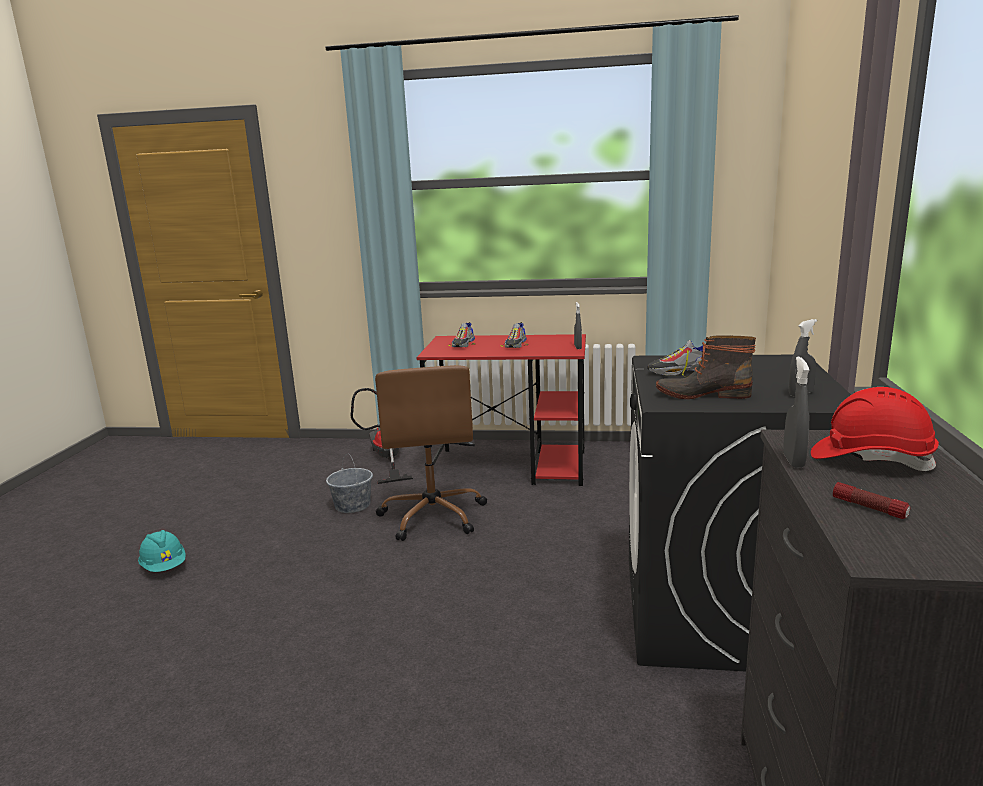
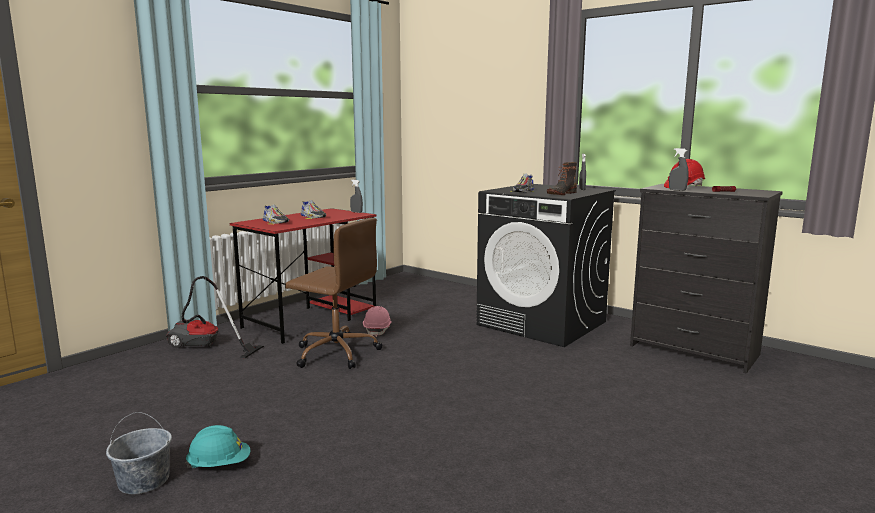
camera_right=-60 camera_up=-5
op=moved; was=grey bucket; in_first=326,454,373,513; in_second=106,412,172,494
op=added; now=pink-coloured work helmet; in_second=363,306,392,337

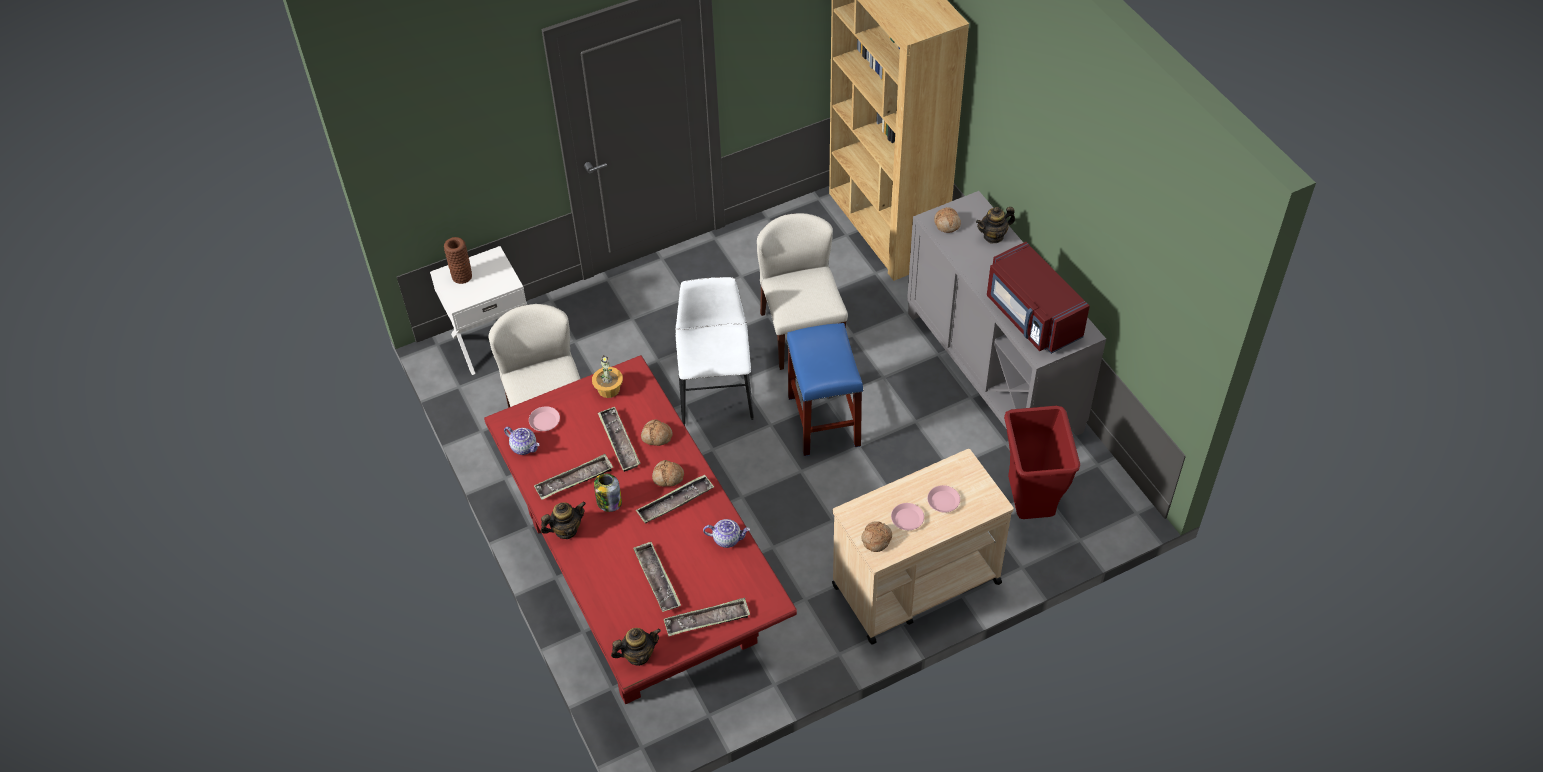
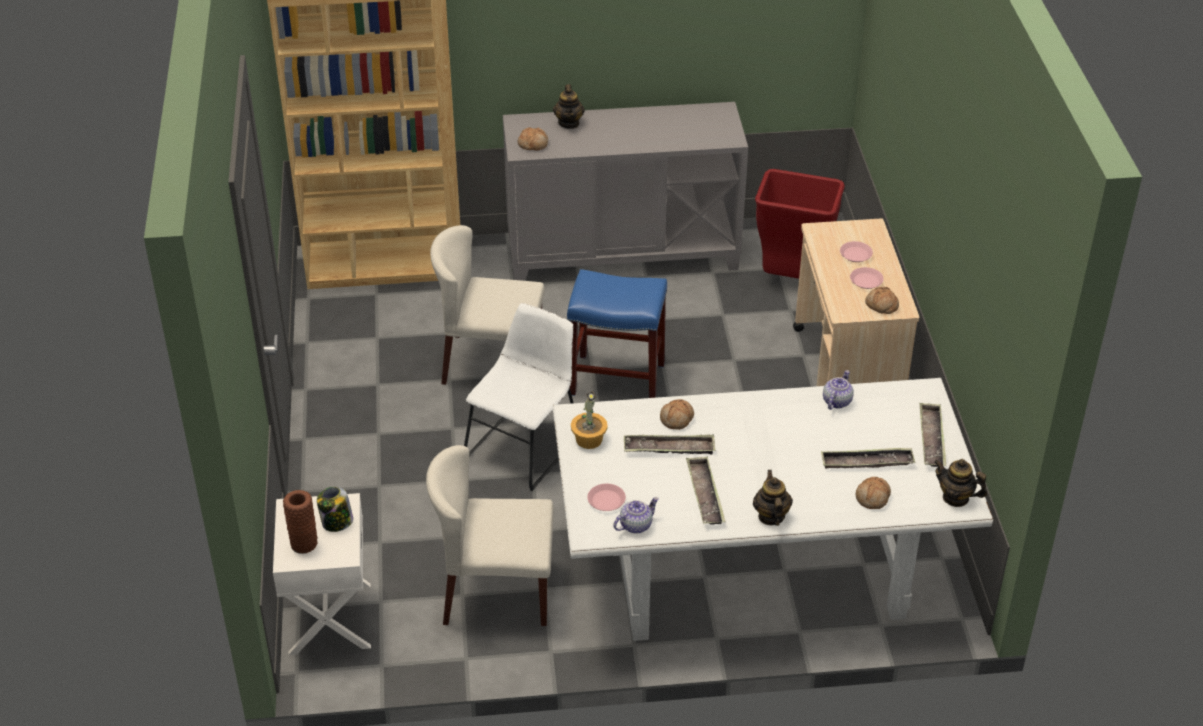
camera_right=-70 camera_up=-10
op=recoloured; was=red-coloured kitchen table; now=white kitchen table; in_first=484,355,797,704; in_second=553,378,993,641
op=moved; was=jar; in_first=594,474,622,512; in_second=317,487,353,532
op=turned; was=pot for tea; in_first=611,628,661,666; in_second=934,459,987,507; clockwise=-60
op=removed; was=tray; in_first=636,474,714,523
op=moved; was=bakery bread; in_first=652,460,684,487; in_second=856,477,891,509
op=turned; was=white chair; in_first=675,277,754,426; in_second=464,303,574,491; clockwise=105
op=removed; was=red-coloured microwave oven; in_first=987,242,1090,354

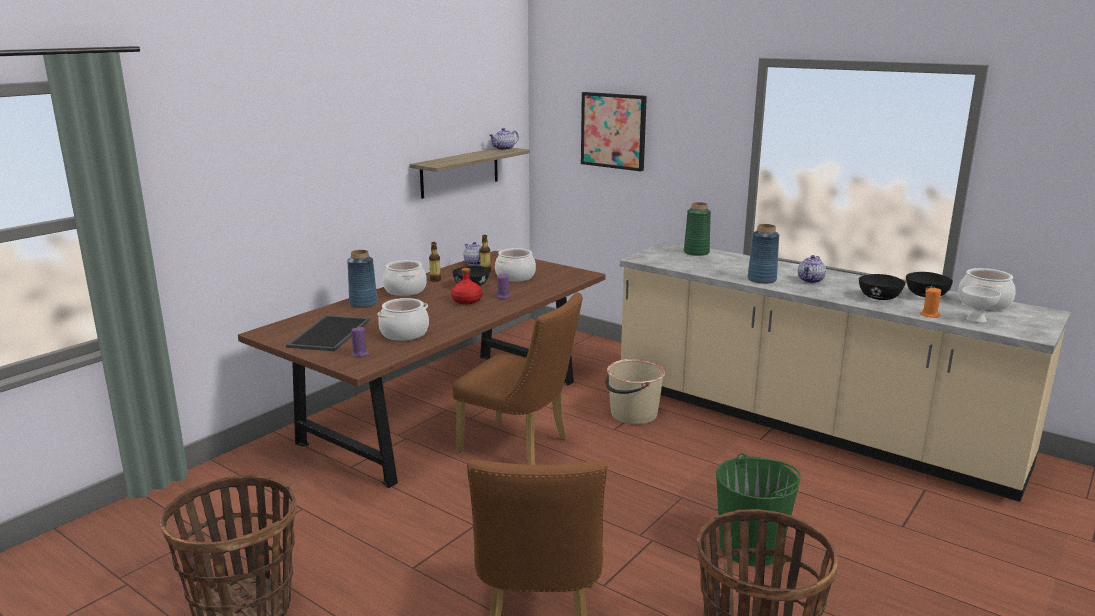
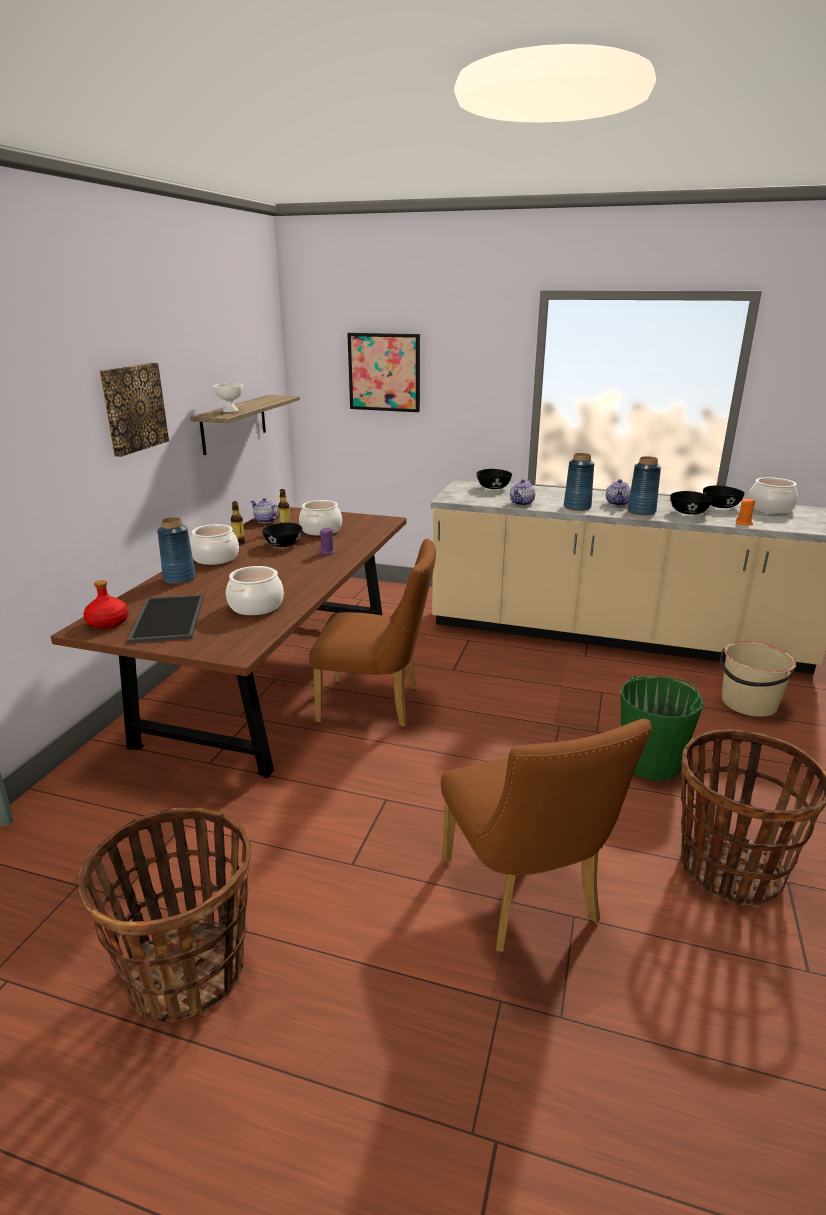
camera_right=-20 camera_up=5
op=removed; was=purple-coloured wax light; in_first=351,327,369,357
op=moved; was=red-coloured drink bottle; in_first=451,268,482,304; in_second=84,580,129,629
op=moved; was=pot for tea; in_first=489,128,519,150; in_second=510,479,535,506
op=moved; was=sand-coloured bucket; in_first=605,359,665,425; in_second=720,641,797,717
op=replaced; was=green decorative vase; now=black bowl; in_first=684,202,711,256; in_second=476,469,512,489
op=moved; was=white bowl; in_first=962,286,1001,323; in_second=213,383,243,412
op=added; now=wall art; in_second=99,363,169,457
op=added; now=bluish decorative vase; in_second=627,456,661,515

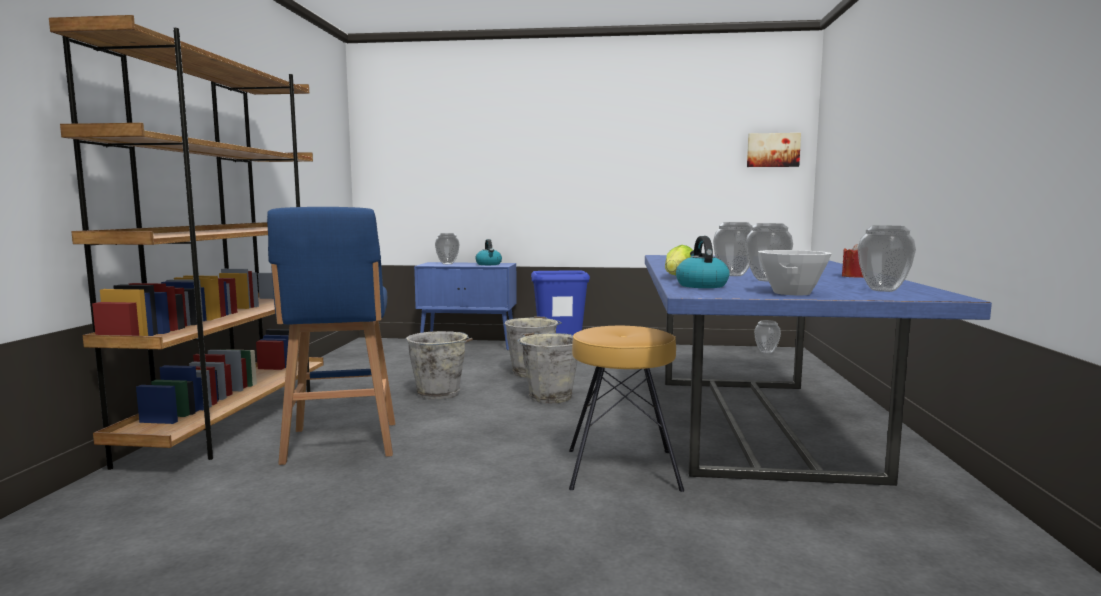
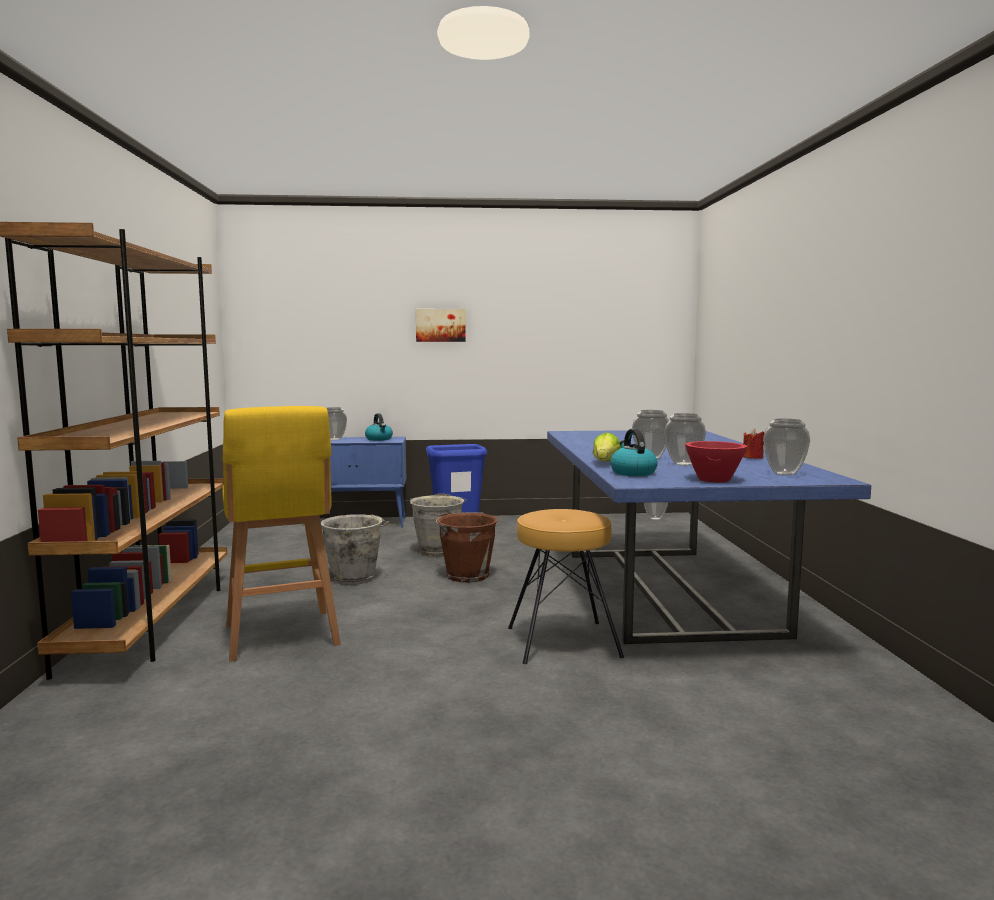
camera_right=-10 camera_up=0
op=recoloured; was=bluish stool seat; now=yellow-coloured stool seat; in_first=267,207,395,465; in_second=222,406,341,662
op=recoloured; was=grey bucket; now=brown bucket; in_first=518,332,578,404; in_second=436,512,498,583
op=moved; was=wall art; in_first=747,133,801,167; in_second=416,309,466,342
op=recoloured; was=white bowl; now=red-coloured bowl; in_first=758,250,832,295; in_second=685,441,747,483

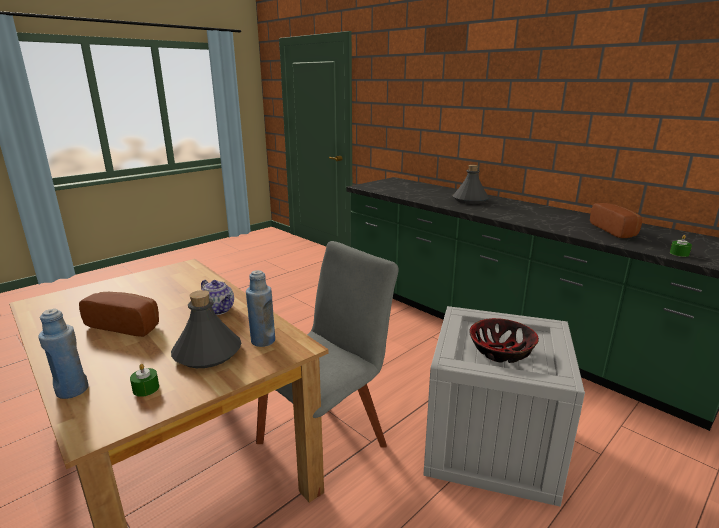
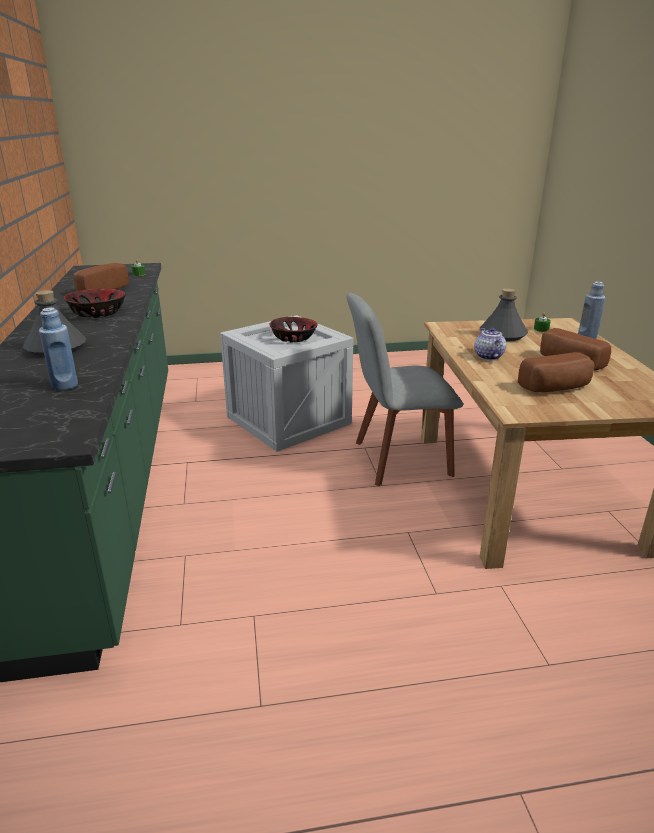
camera_right=-145 camera_up=5
op=moved; was=bluish drink bottle; in_first=246,270,275,347; in_second=39,307,78,390
op=added; now=bowl; in_second=64,289,126,318
op=added; now=bakery bread; in_second=518,352,595,392

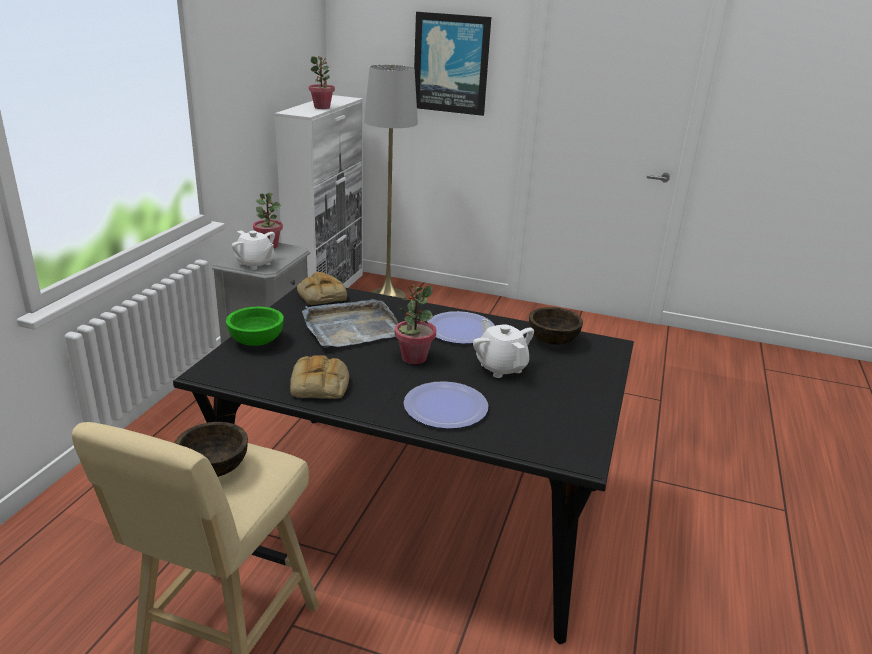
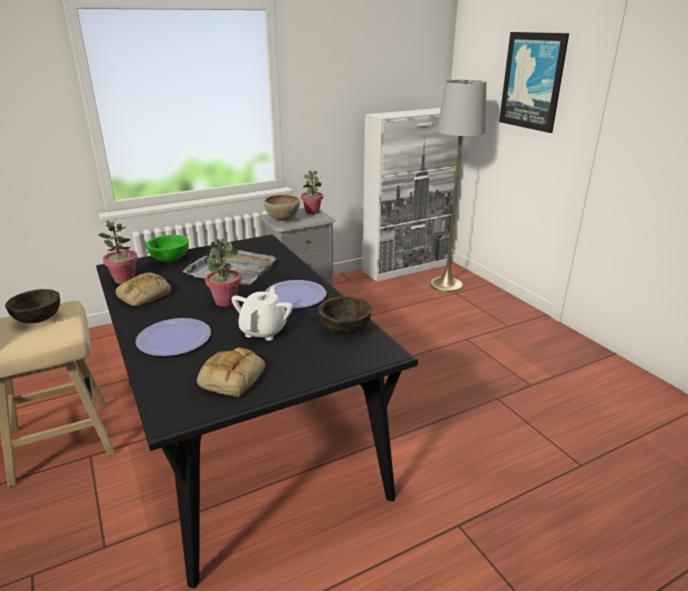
camera_right=45 camera_up=0
op=replaced; was=white pot for tea; now=brown bowl; in_first=232,230,275,270; in_second=264,195,300,221
op=moved; was=bakery bread; in_first=297,272,347,305; in_second=197,348,266,397
op=moved; was=houseplant; in_first=309,56,335,109; in_second=98,221,138,284

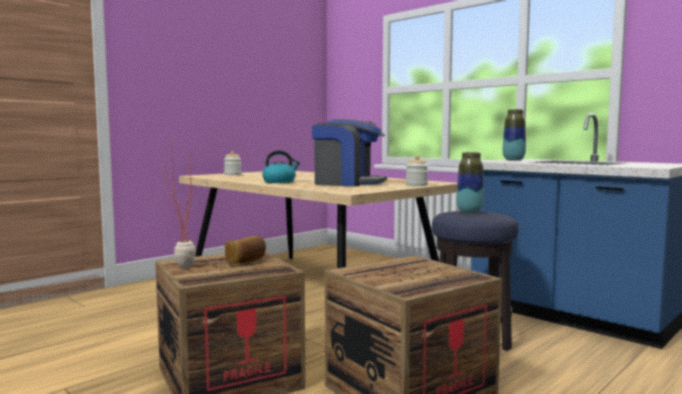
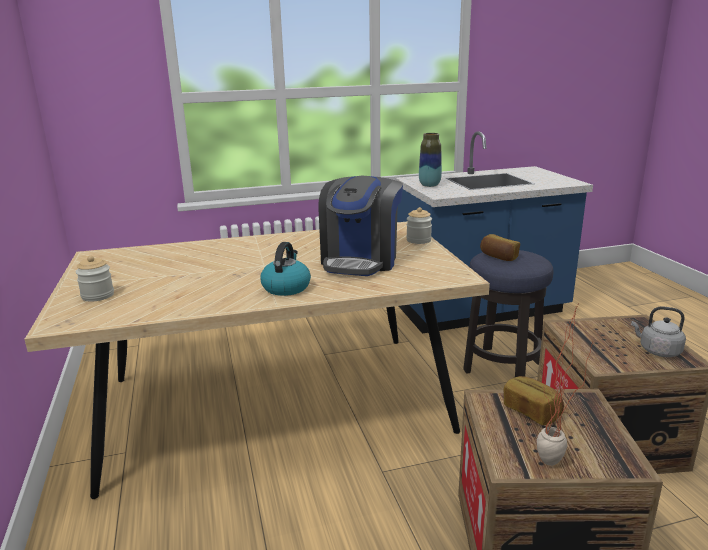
camera_right=-60 camera_up=15
op=turned; was=coffee brewer; in_first=312,119,387,187; in_second=319,176,403,276; clockwise=150
op=replaced; was=decorative vase; now=bakery bread; in_first=457,152,484,213; in_second=480,234,520,261
op=added; now=grey water kettle; in_second=631,306,686,357

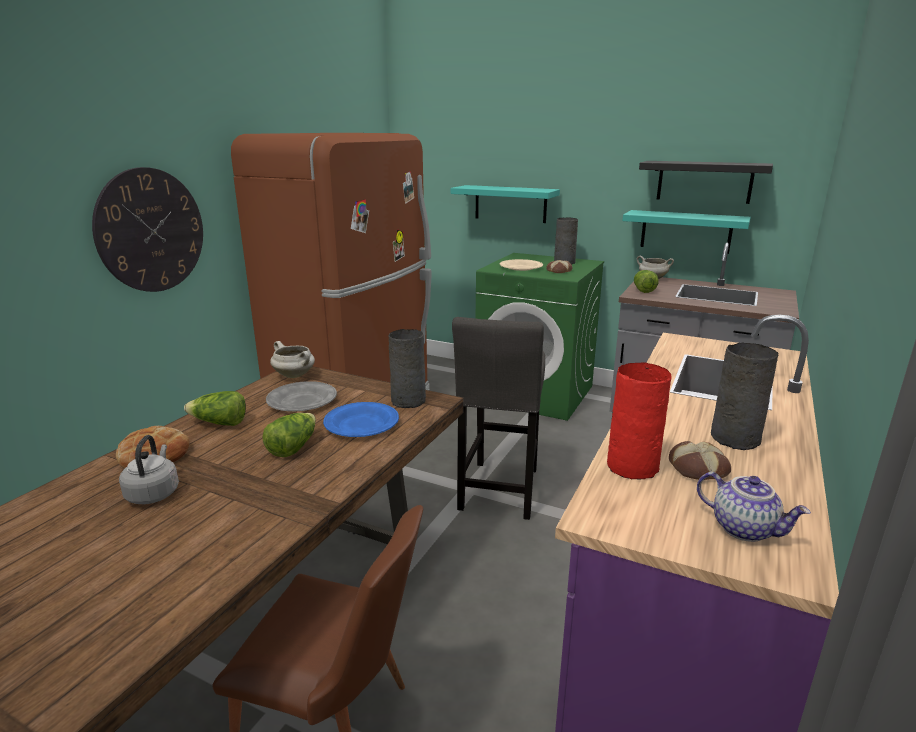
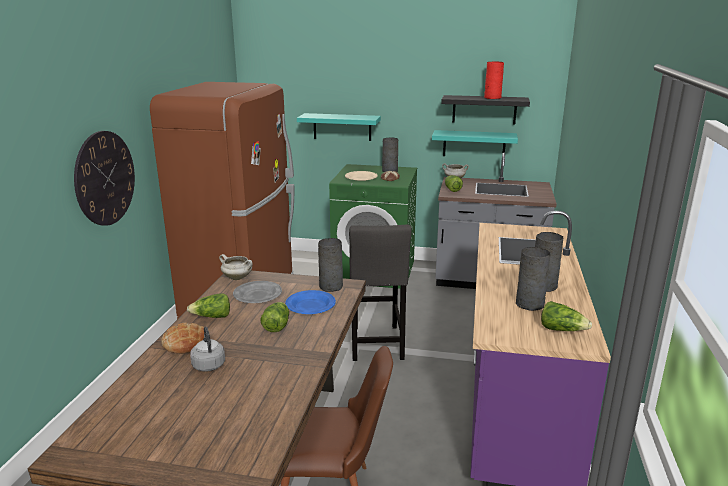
camera_right=-15 camera_up=0
op=moved; was=red-coloured decorative vase; in_first=607,362,672,480; in_second=484,61,504,99
op=replaced; was=bakery bread; now=grey decorative vase; in_first=669,441,731,480; in_second=516,247,550,311
op=replaced; was=pot for tea; now=lettuce; in_first=697,472,811,542; in_second=541,301,592,331

